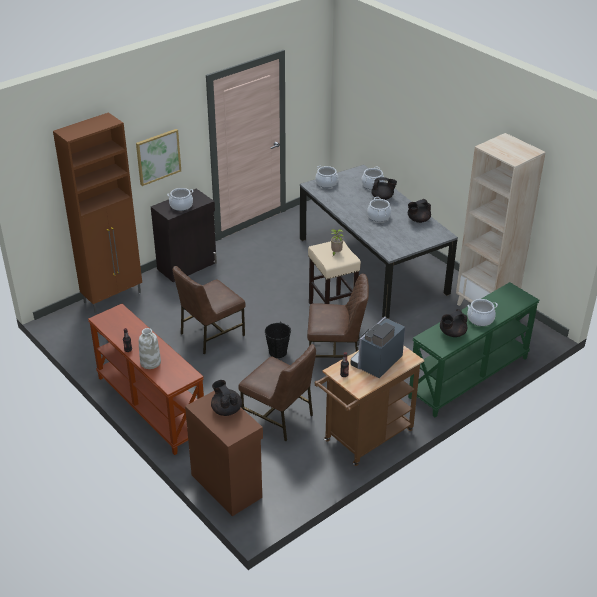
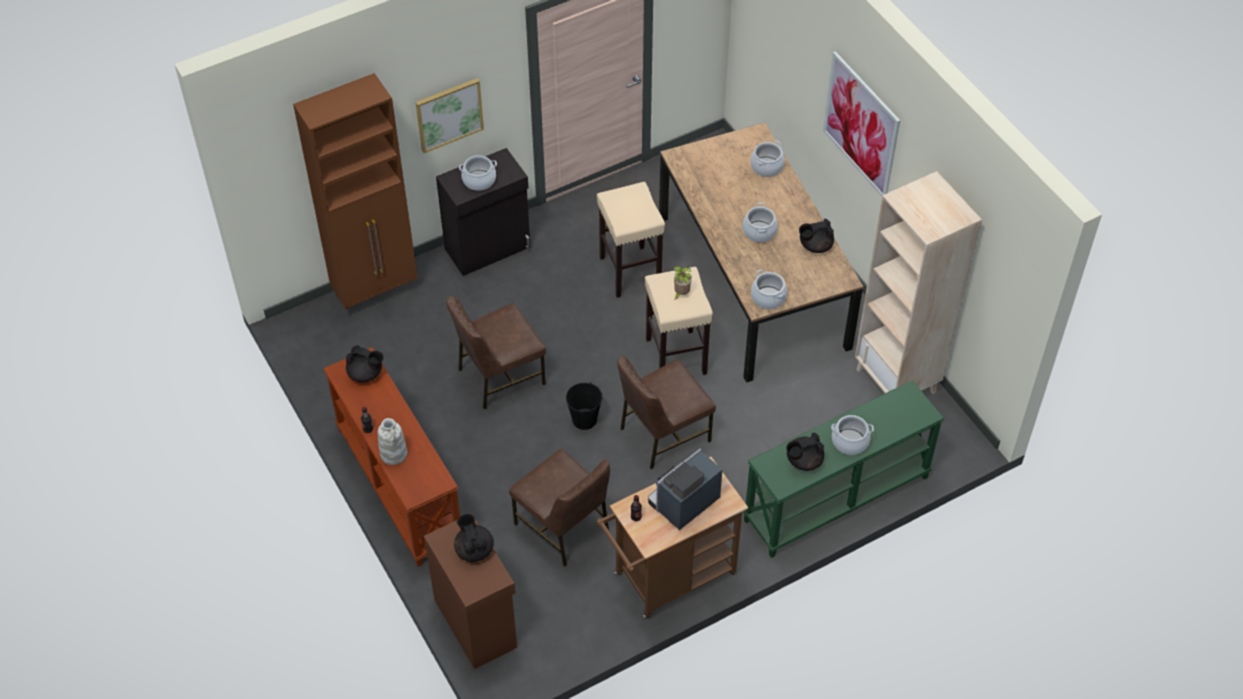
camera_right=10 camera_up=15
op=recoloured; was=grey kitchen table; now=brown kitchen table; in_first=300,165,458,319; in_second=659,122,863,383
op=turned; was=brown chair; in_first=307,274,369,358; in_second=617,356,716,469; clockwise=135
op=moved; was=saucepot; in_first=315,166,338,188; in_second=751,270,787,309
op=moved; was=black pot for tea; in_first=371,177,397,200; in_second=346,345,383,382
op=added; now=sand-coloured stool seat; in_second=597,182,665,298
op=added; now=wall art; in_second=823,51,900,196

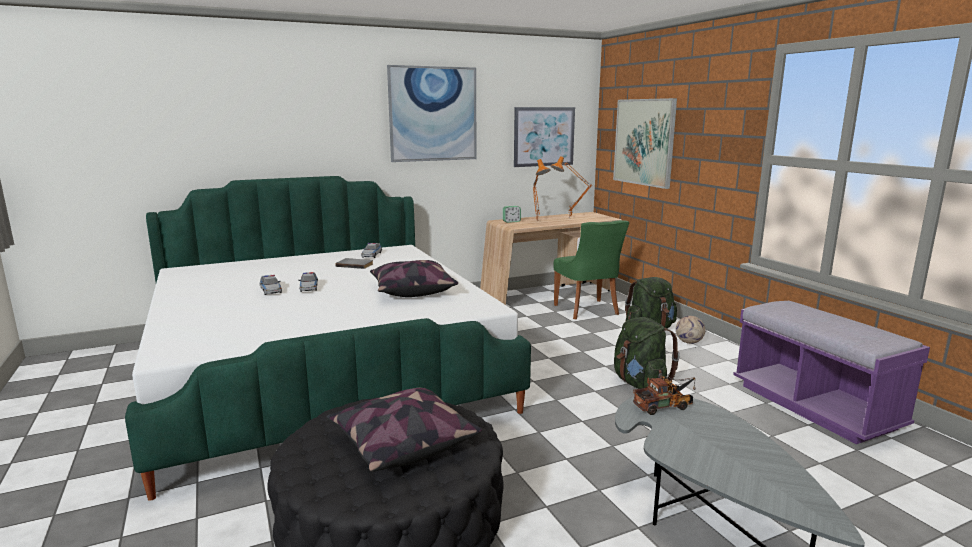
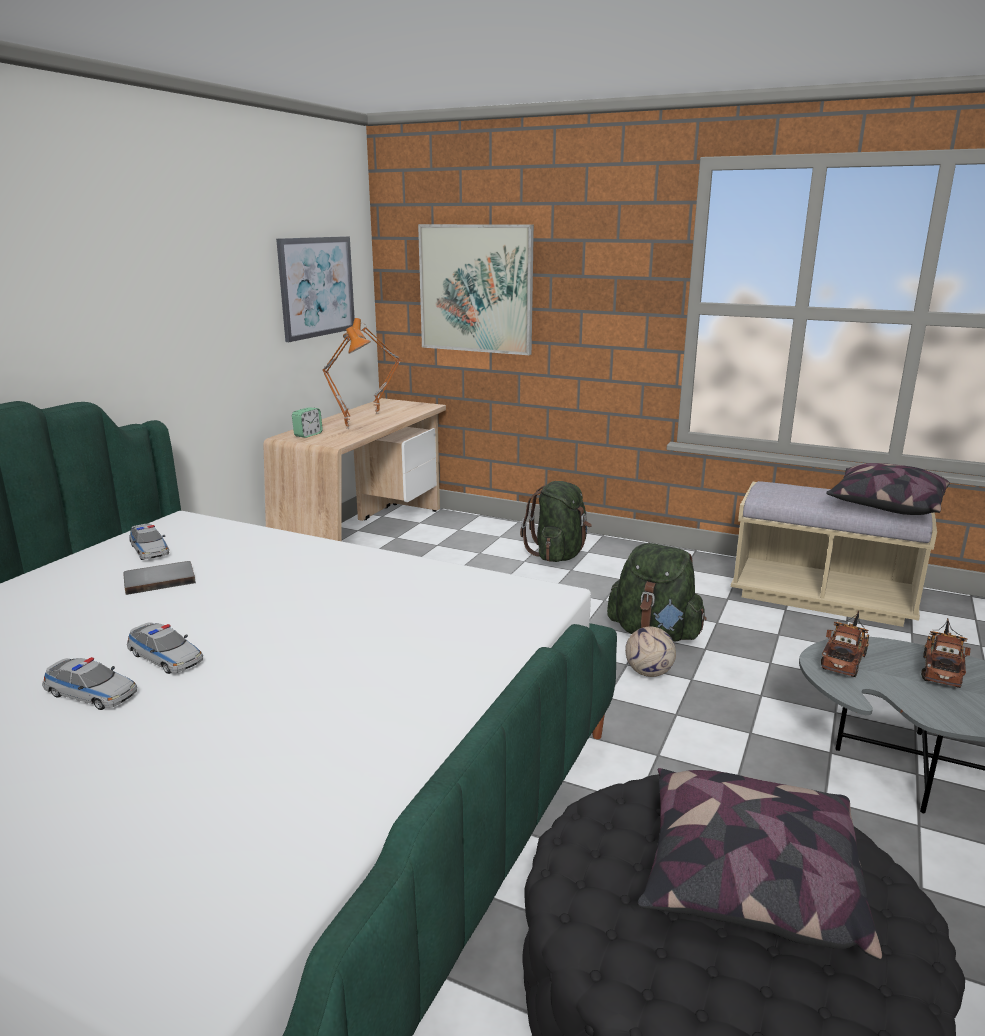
camera_right=-40 camera_up=5
op=moved; was=throw pillow; in_first=370,260,458,297; in_second=826,463,949,515
op=removed; was=wall art; in_first=387,65,477,162
op=removed; was=green chair; in_first=554,220,629,319
op=moved; was=football; in_first=676,316,705,344; in_second=625,626,676,677
op=recoloured; was=purple-coloured indoor bench; now=sand-coloured indoor bench; in_first=733,301,930,444; in_second=731,481,937,627
op=added; now=toy lorry; in_second=921,618,970,688

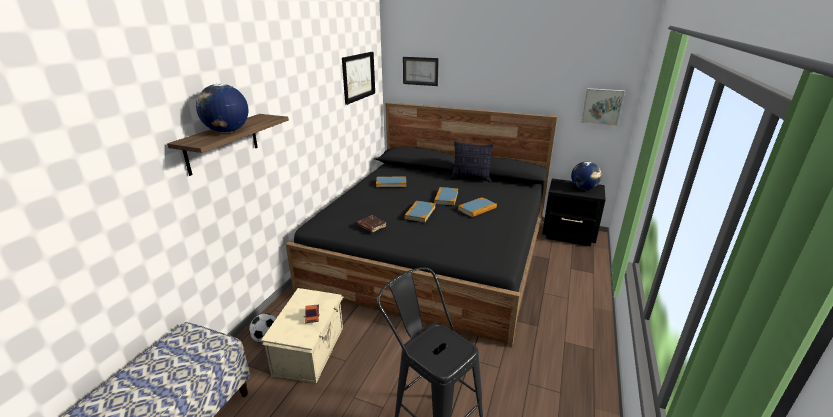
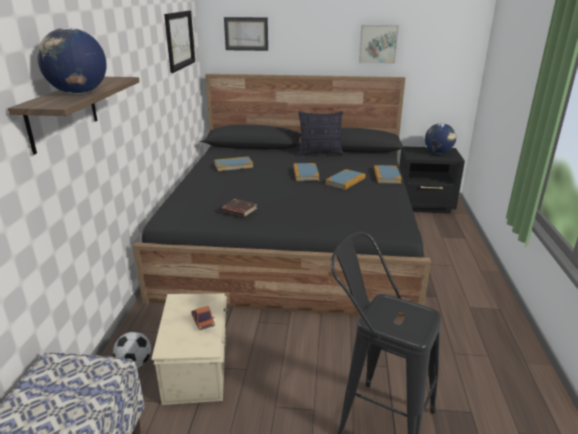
camera_right=-15 camera_up=0
op=moved; was=book; in_first=404,201,436,222; in_second=374,165,402,184
op=moved; was=wall art; in_first=581,88,625,126; in_second=359,25,399,64

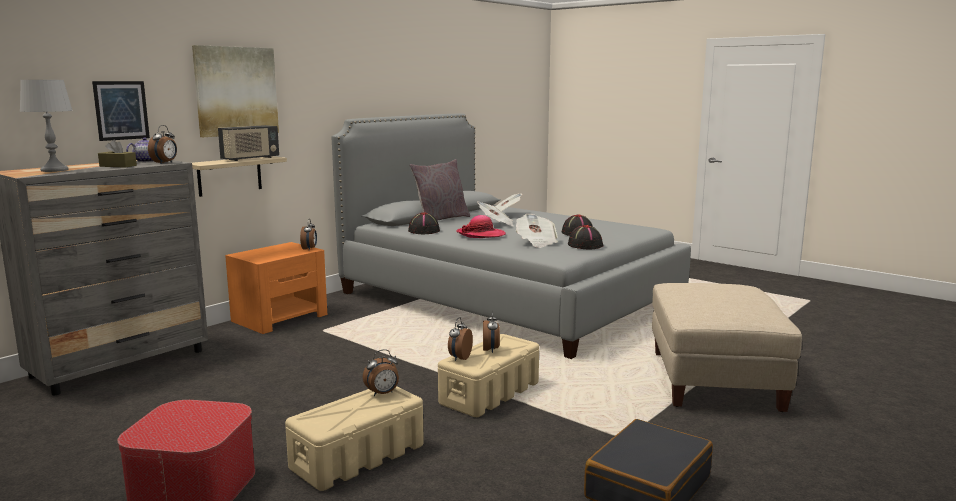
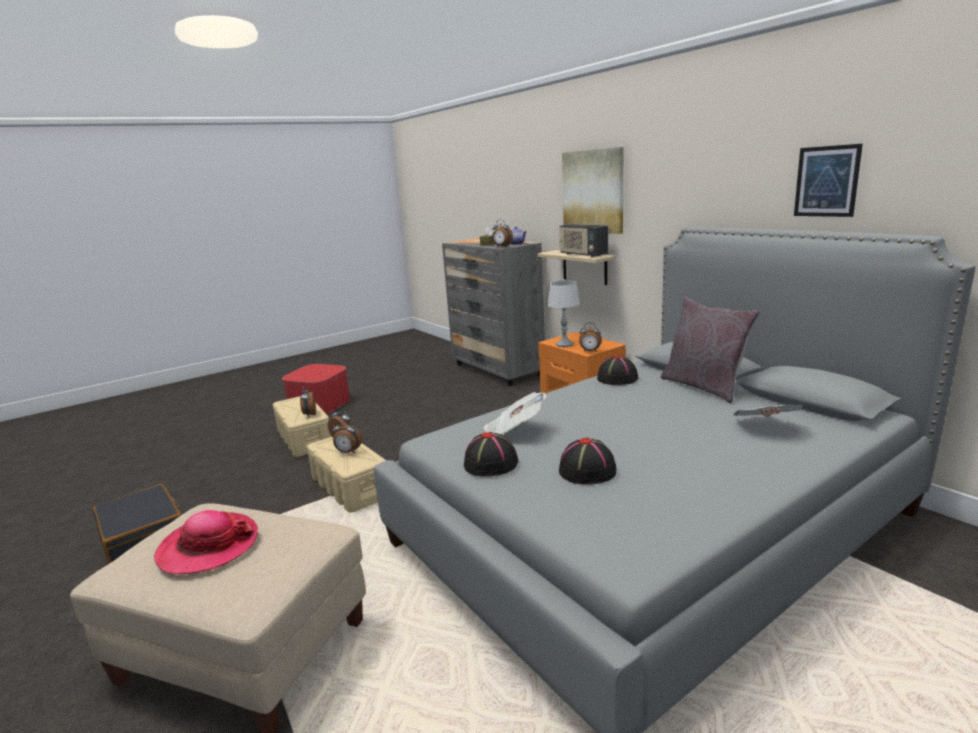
camera_right=105 camera_up=5
op=moved; was=grey lamp for a table; in_first=20,80,73,172; in_second=547,281,580,347
op=moved; was=wall art; in_first=92,81,150,141; in_second=794,144,863,217
op=moved; was=wearable hat; in_first=456,215,506,238; in_second=154,510,258,574
op=removed; was=printed paper; in_first=477,201,514,226

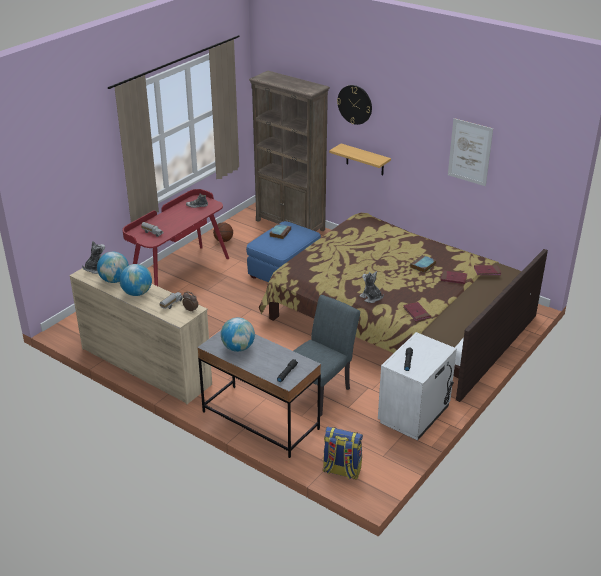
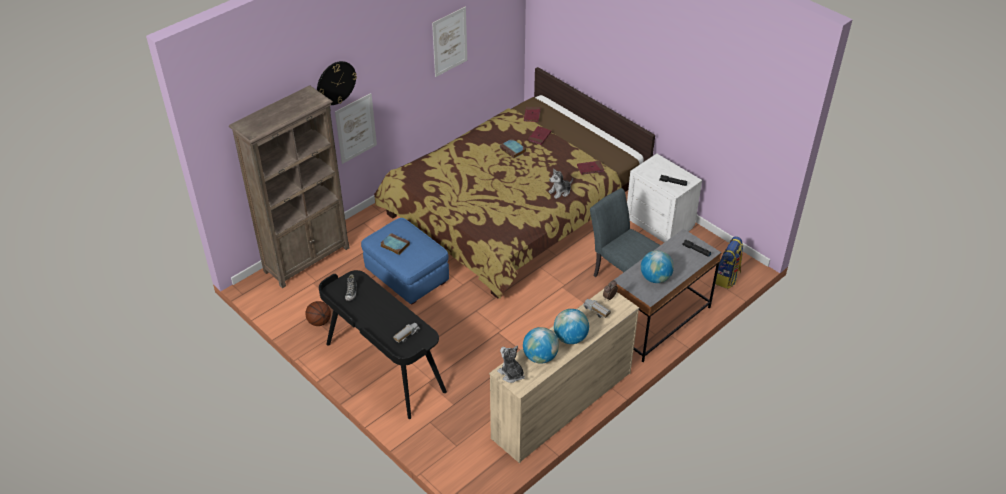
camera_right=-80 camera_up=10
op=recoloured; was=red-coloured desk; now=black desk; in_first=123,189,229,286; in_second=319,270,447,419
op=replaced; was=wall shelf; now=wall art; in_first=329,143,391,175; in_second=335,93,377,164

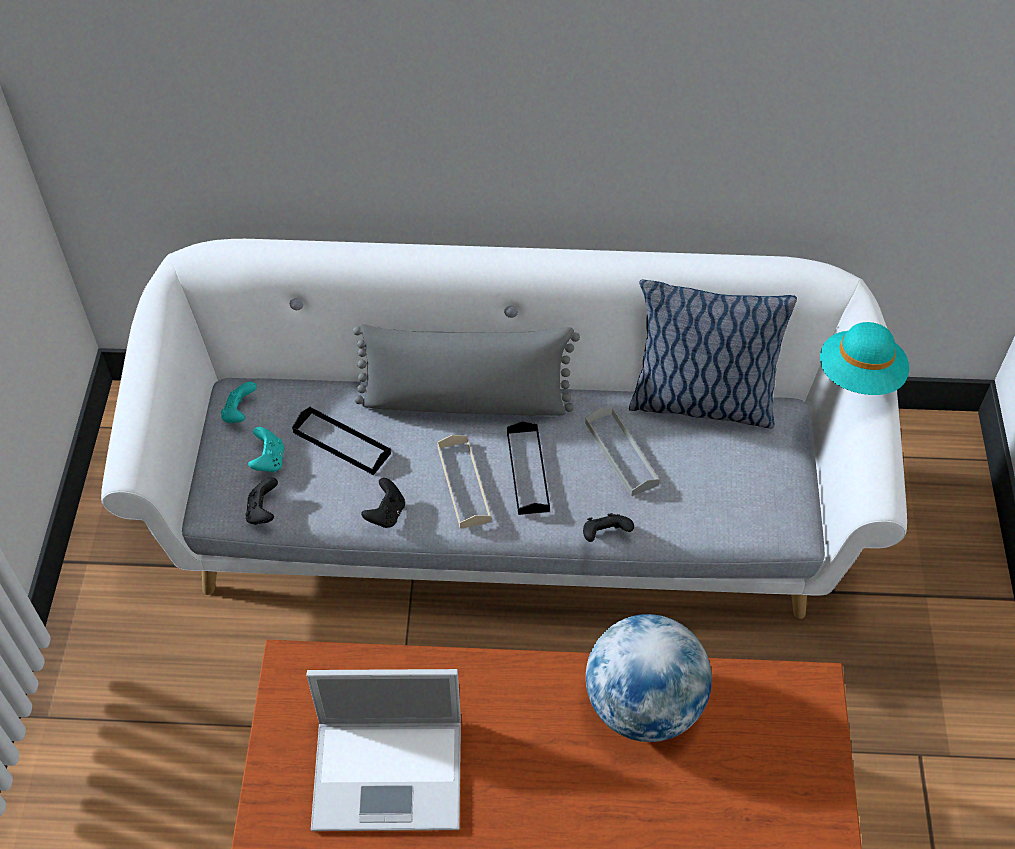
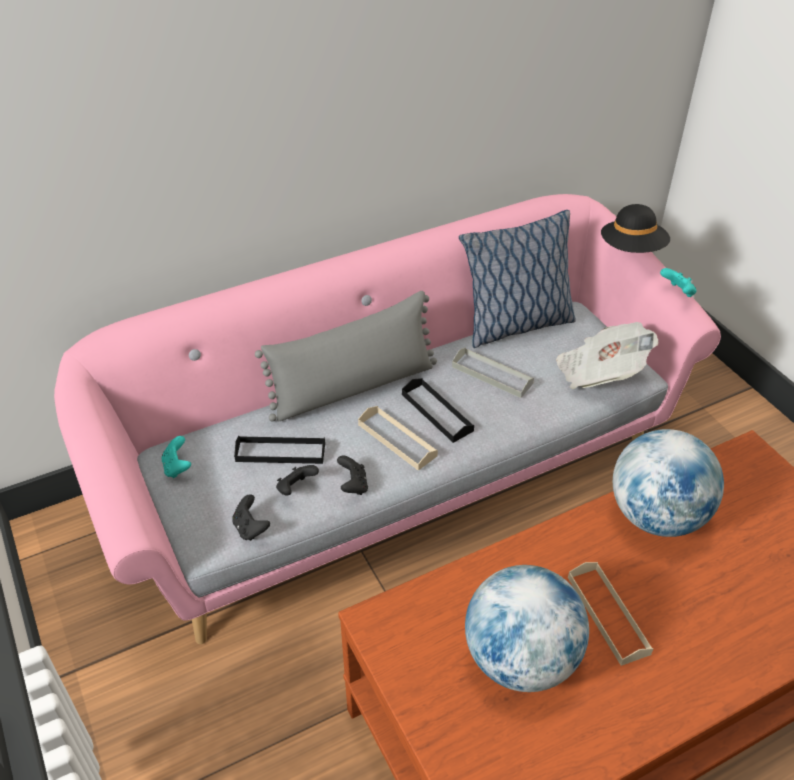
camera_right=-30 camera_up=-10
op=recoloured; was=white sofa; now=pink-coloured sofa; in_first=101,239,907,619; in_second=54,194,721,644
op=moved; was=blue-green game controller; in_first=248,427,284,473; in_second=660,268,697,297
op=replaced; was=notebook computer; now=world globe; in_first=306,669,461,831; in_second=465,565,589,692
op=moved; was=black game controller; in_first=583,513,634,542; in_second=276,465,319,495
op=recoloured; was=blue-green wearable hat; now=black wearable hat; in_first=820,322,909,395; in_second=601,204,670,253
op=added; now=printed paper; in_second=556,322,658,389
op=added; now=sand-coloured tray; in_second=568,562,653,666

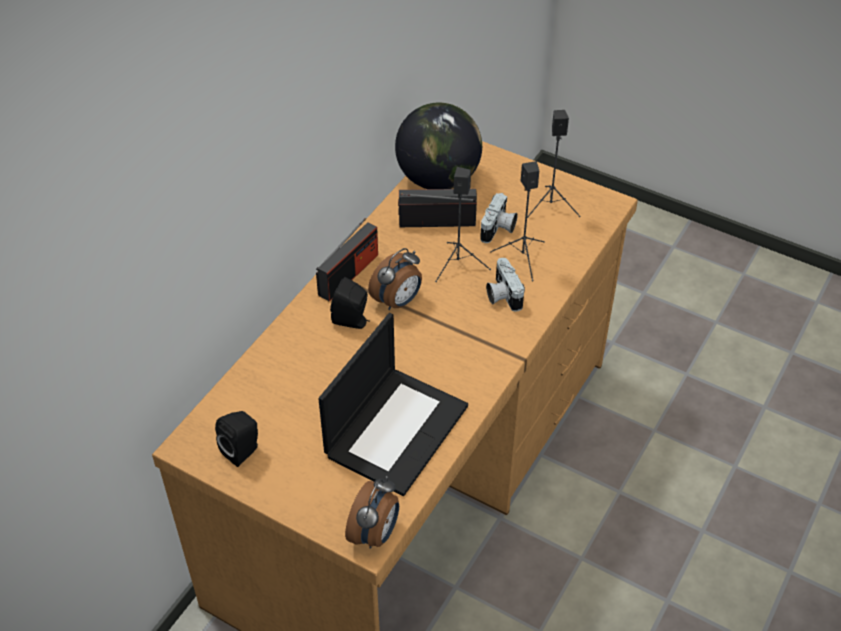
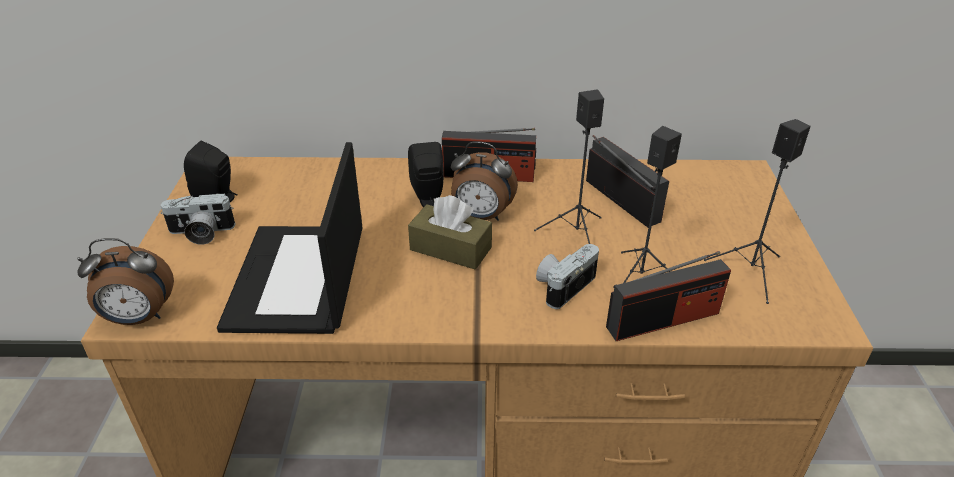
camera_right=60 camera_up=-10
op=turned; was=notebook computer; in_first=319,313,468,496; in_second=217,142,362,334; clockwise=90
op=removed; was=world globe; in_first=395,103,482,189
op=moved; was=photo camera; in_first=480,193,518,243; in_second=161,193,236,245
op=added; now=brown box of tissues; in_second=408,195,492,270
op=added; now=radio set; in_second=606,251,731,341

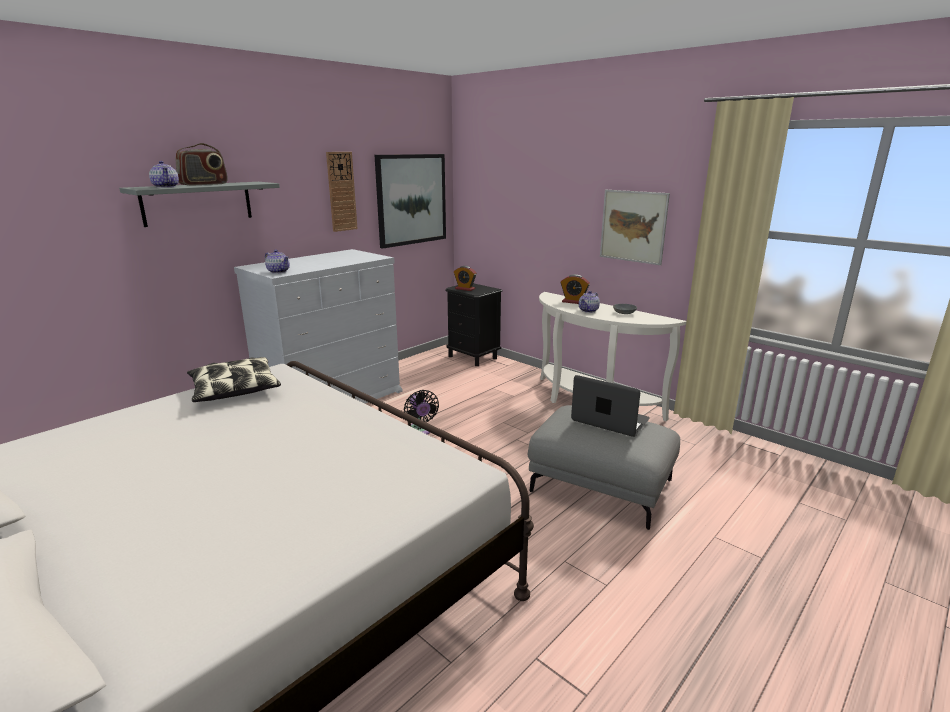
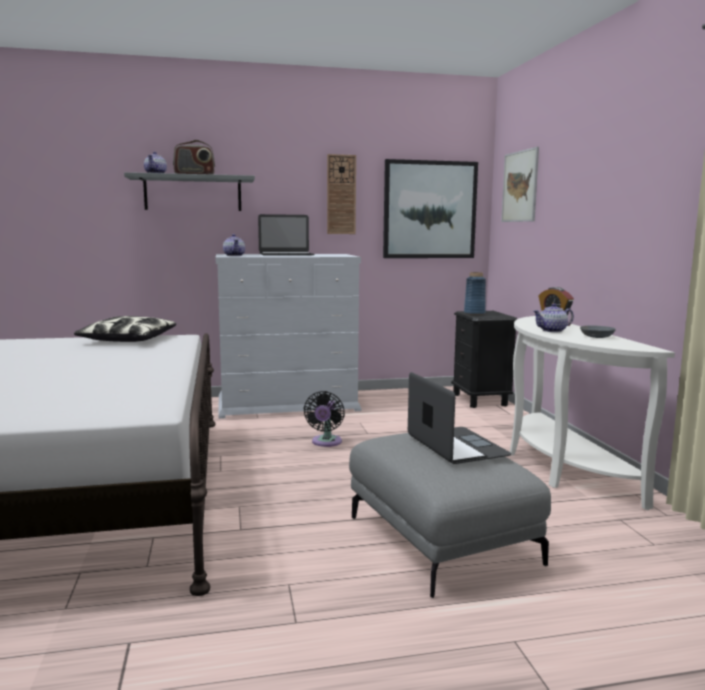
camera_right=35 camera_up=-10
op=replaced; was=table clock; now=bluish decorative vase; in_first=454,266,477,291; in_second=464,272,486,315
op=moved; was=wall art; in_first=600,190,670,265; in_second=501,147,539,222
op=added; now=notebook computer; in_second=258,214,314,256

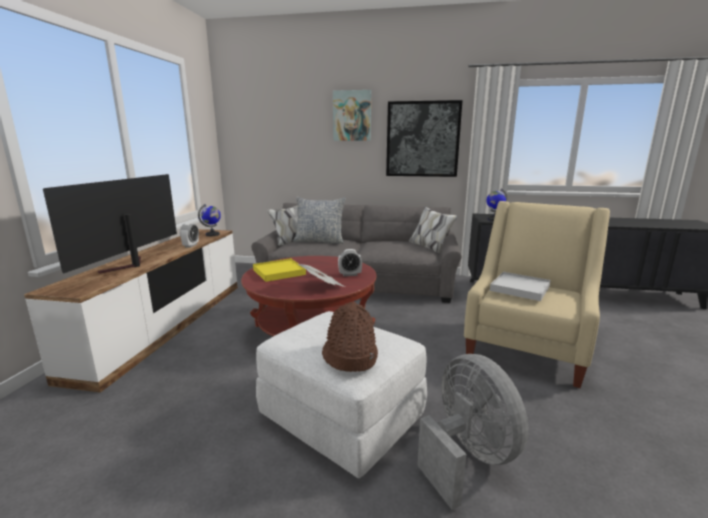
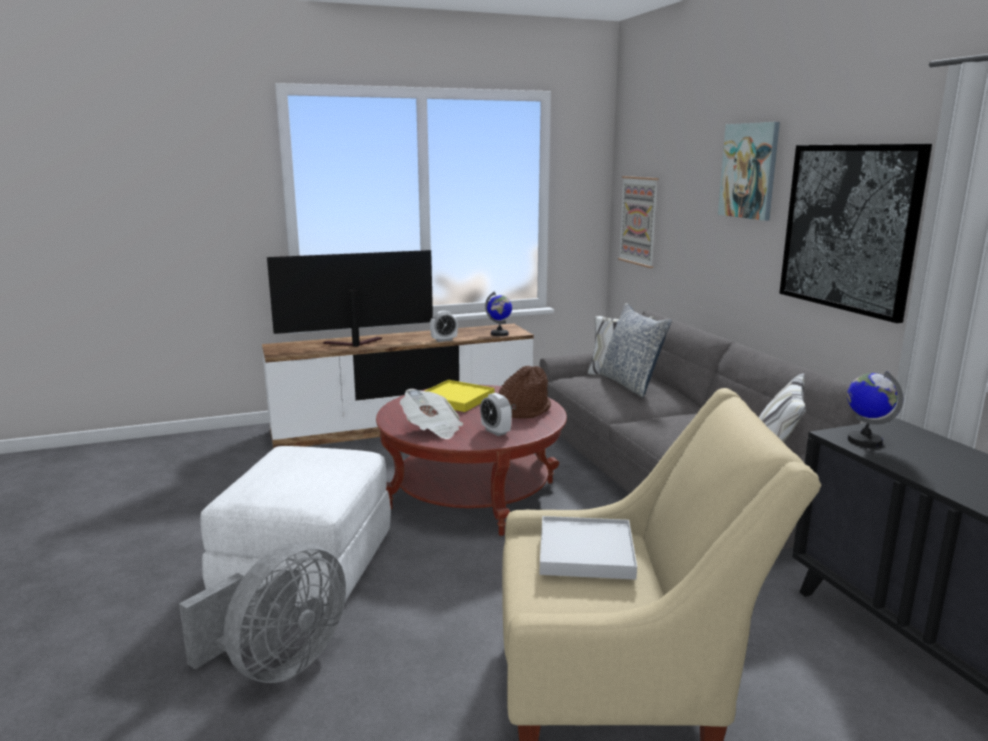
camera_right=60 camera_up=0
op=moved; was=brown wearable hat; in_first=322,302,378,372; in_second=498,366,551,418
op=added; now=wall art; in_second=618,176,659,268

